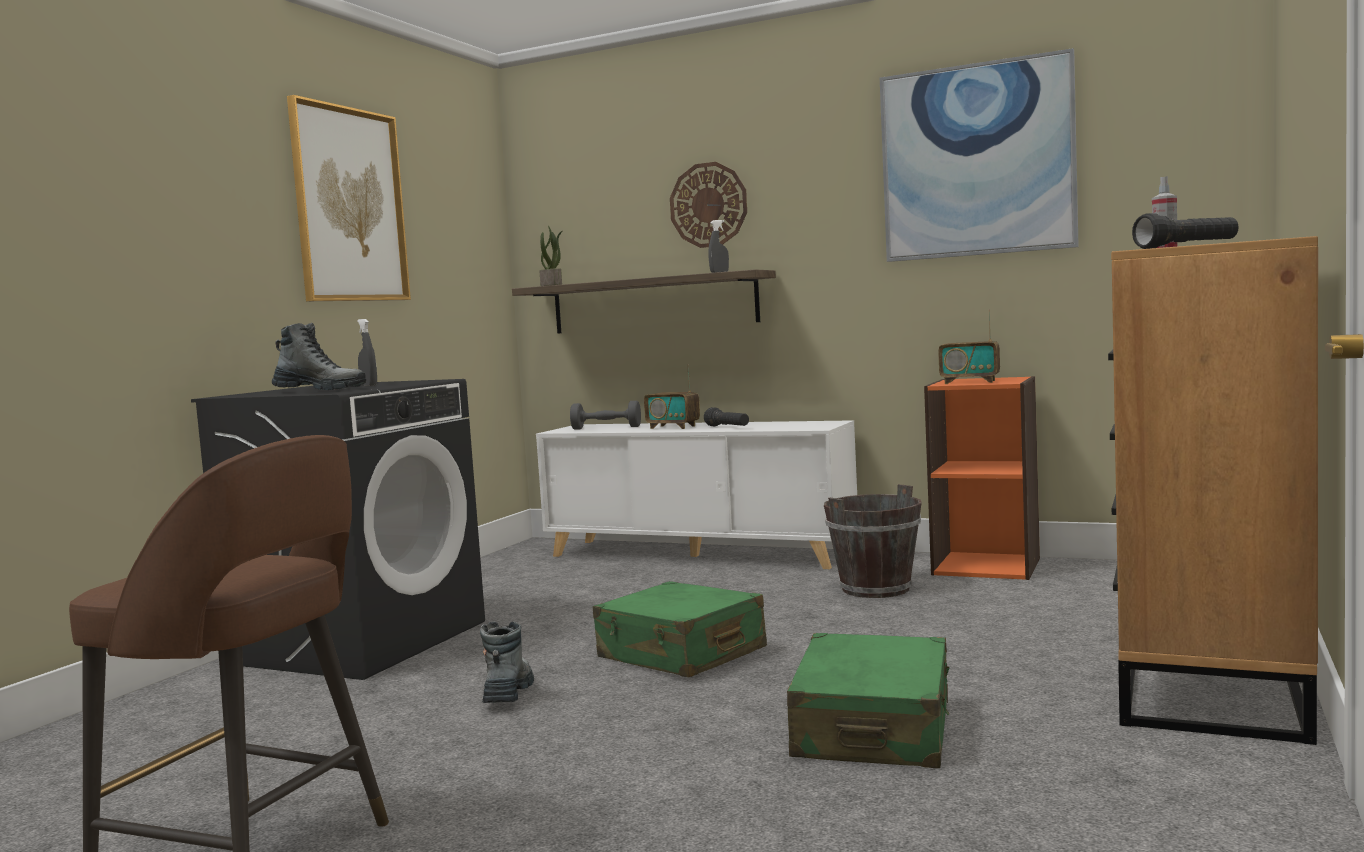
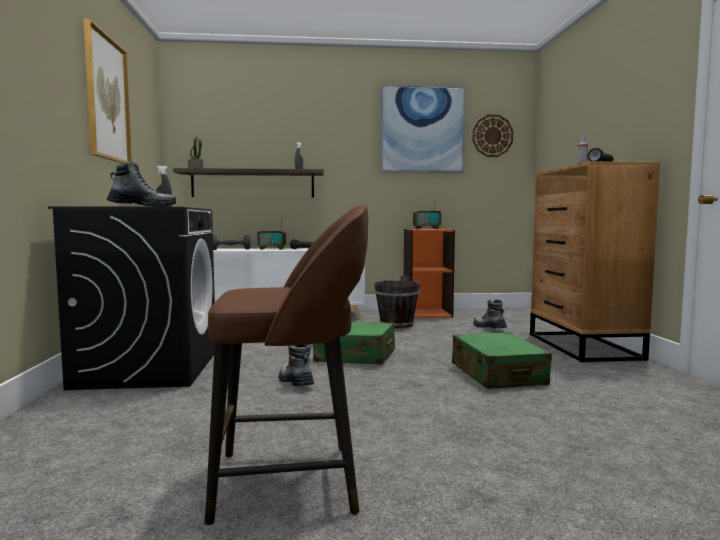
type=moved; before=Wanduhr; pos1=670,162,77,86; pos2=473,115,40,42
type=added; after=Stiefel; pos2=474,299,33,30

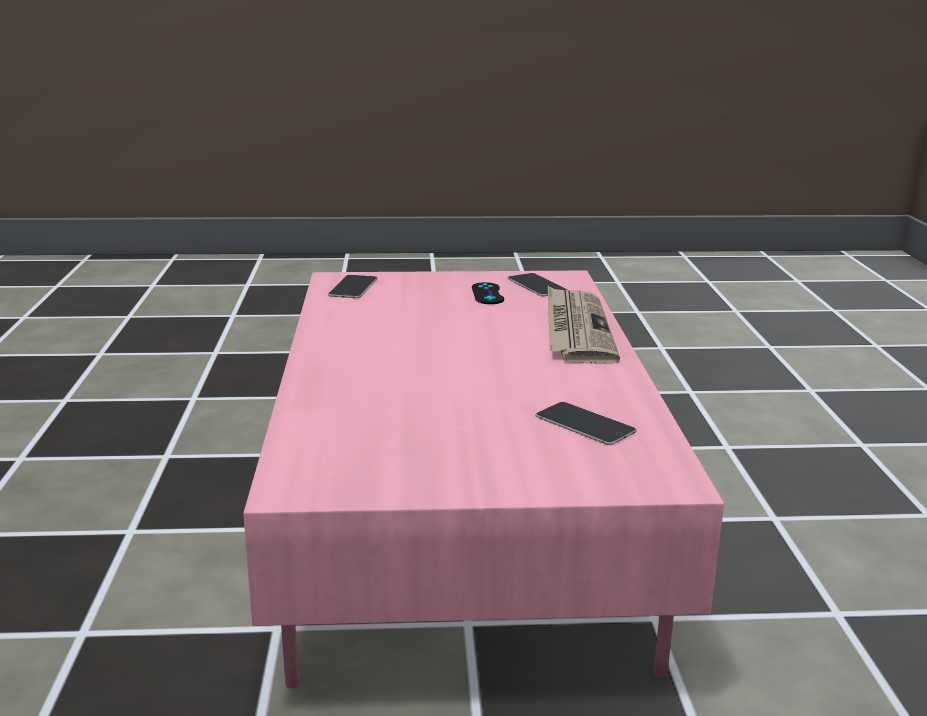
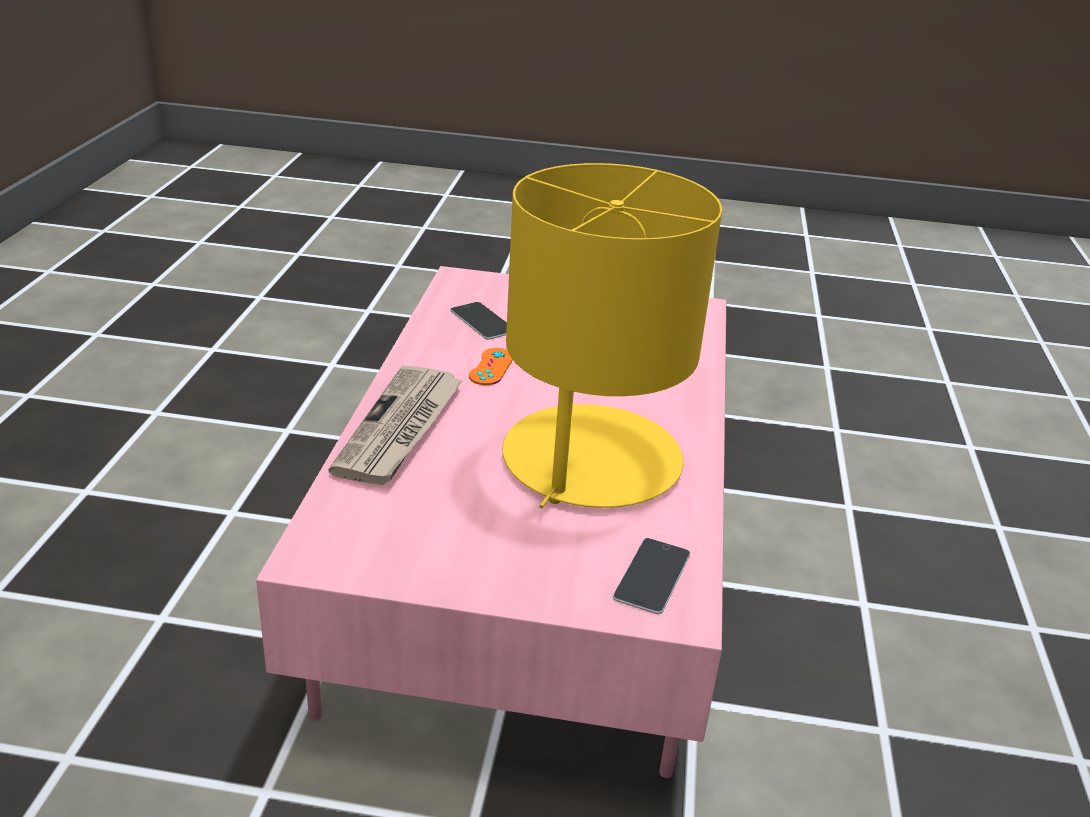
type=removed; before=Handy; pos1=508,273,59,23
type=removed; before=Gamepad (schwarz); pos1=472,282,32,22
type=added; after=Tischlampe (gelb); pos2=502,163,220,346
type=added; after=Gamepad (orange); pos2=469,348,44,37

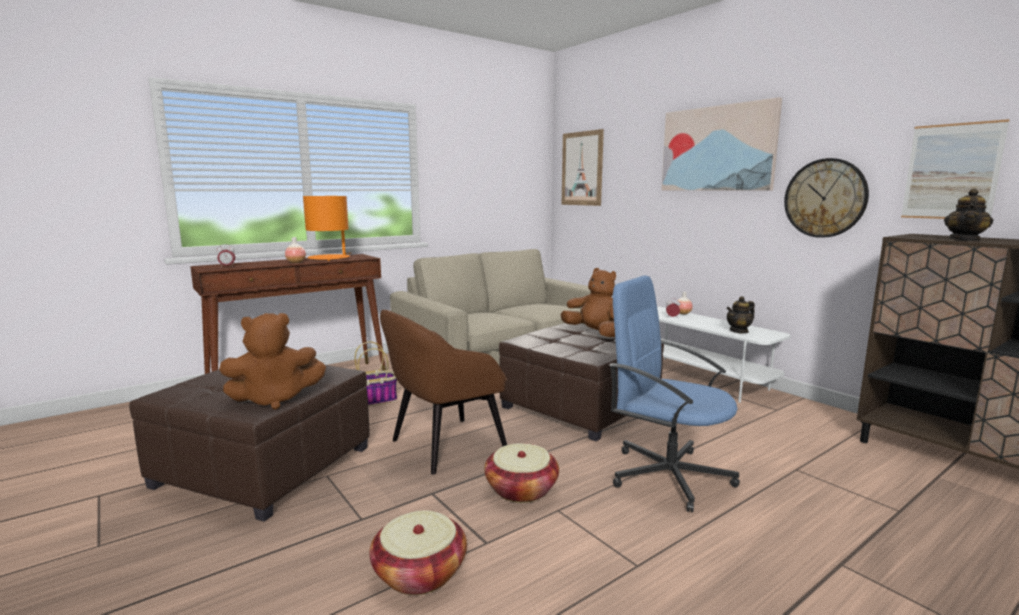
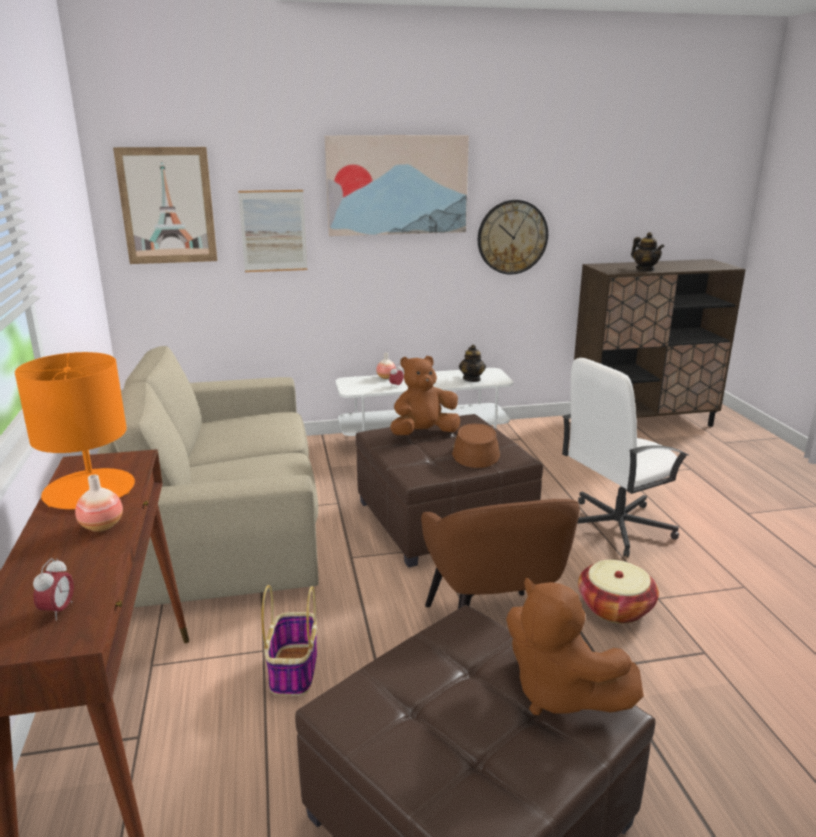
type=moved; before=Bild; pos1=901,119,109,100; pos2=238,190,69,82
type=recoloured; before=Bürostuhl (blau); after=Bürostuhl (weiß); pos1=609,275,131,237; pos2=562,358,127,199
type=turned; before=Plüschtier (braun); pos1=219,313,107,97; pos2=506,577,138,138; turn=135
type=removed; before=Korb; pos1=369,510,98,85
type=added; after=Hut (braun); pos2=452,423,48,45

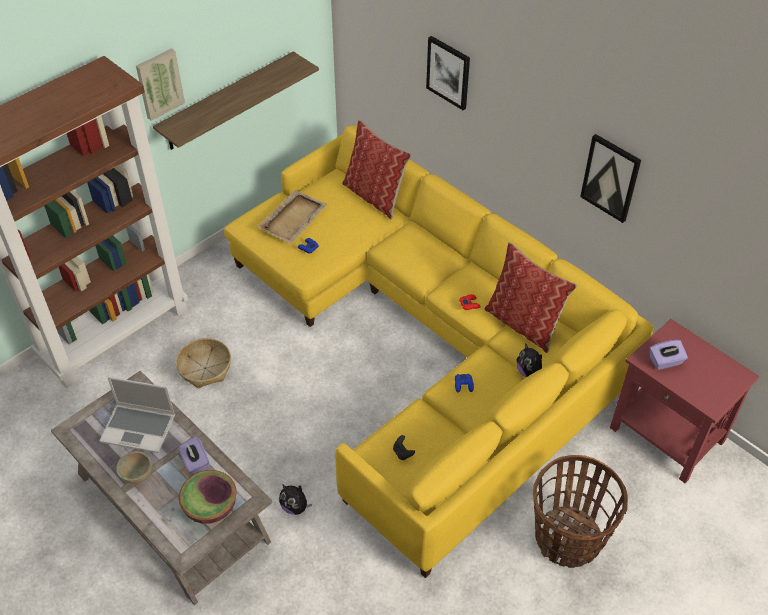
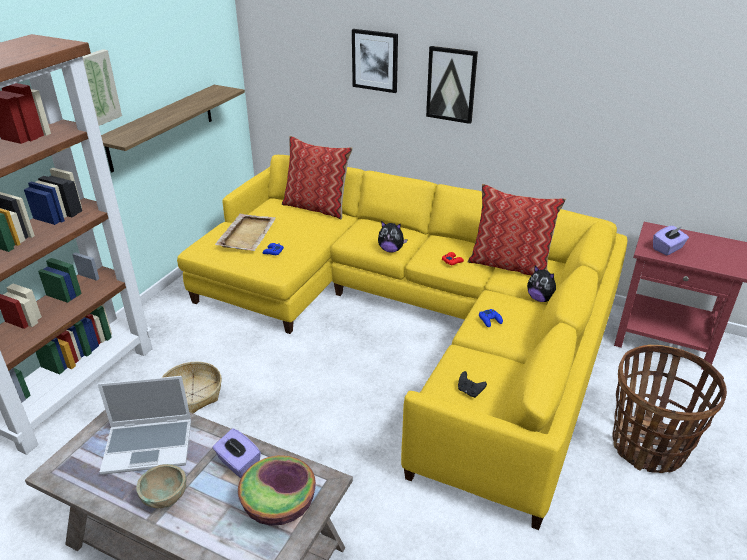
type=moved; before=Bild; pos1=580,134,61,89; pos2=426,46,52,78
type=moved; before=Plüschtier; pos1=279,484,33,31; pos2=378,221,30,32

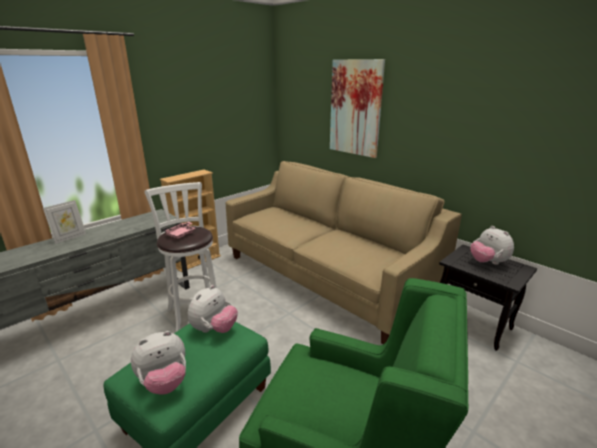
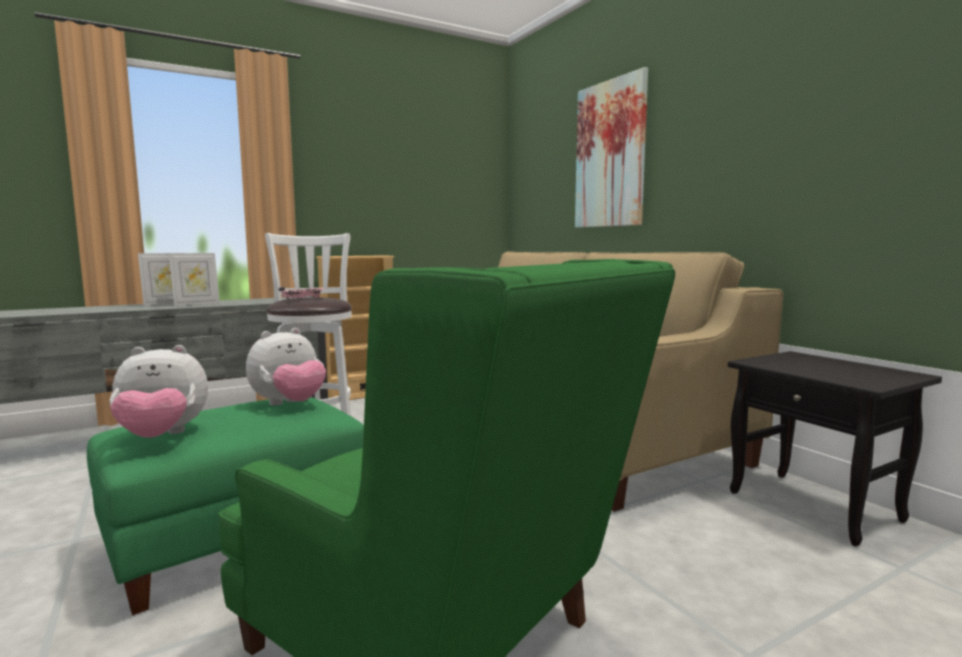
type=removed; before=Plüschtier; pos1=470,226,44,39
type=added; after=Bilderrahmen; pos2=169,253,51,53

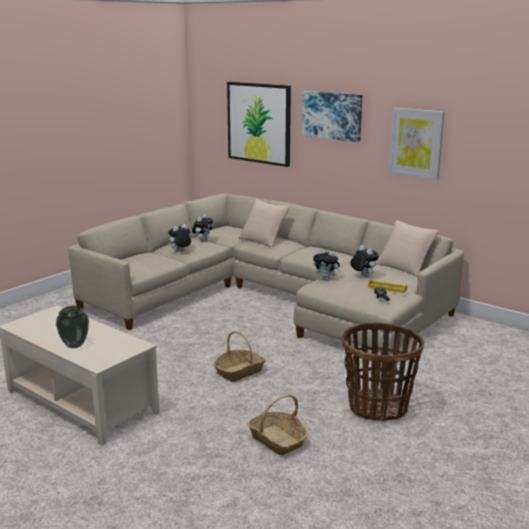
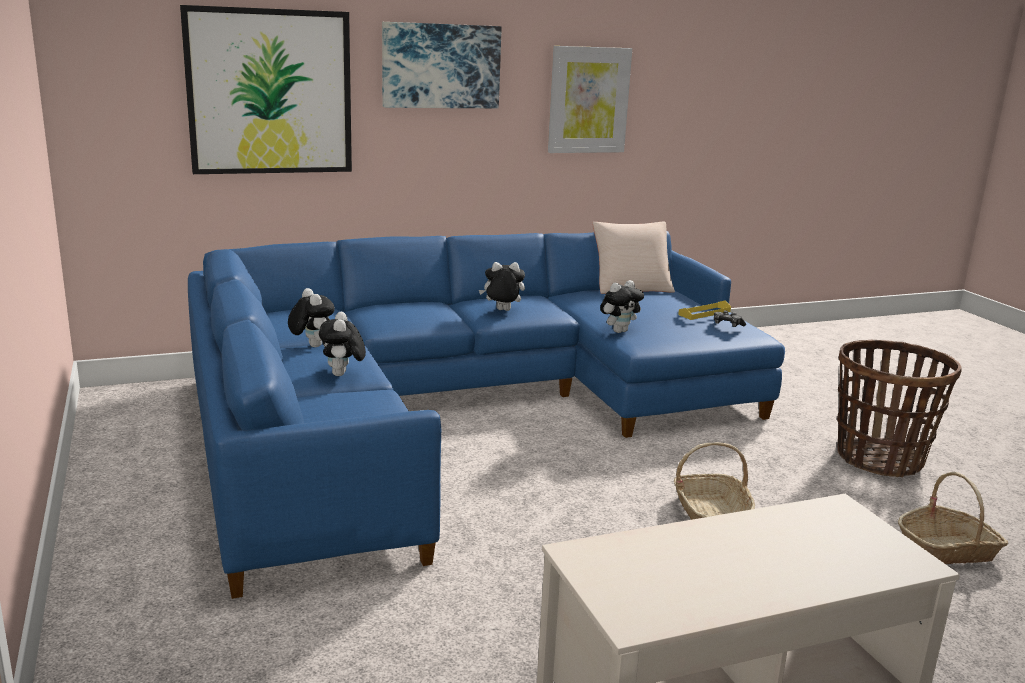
type=recoloured; before=Sofa (beige); after=Sofa (blau); pos1=68,193,396,162; pos2=188,231,597,368
type=removed; before=Kissen (beige); pos1=239,199,51,49
type=moved; before=Plüschtier; pos1=350,245,29,32; pos2=479,262,46,49
type=removed; before=Vase; pos1=56,306,33,42

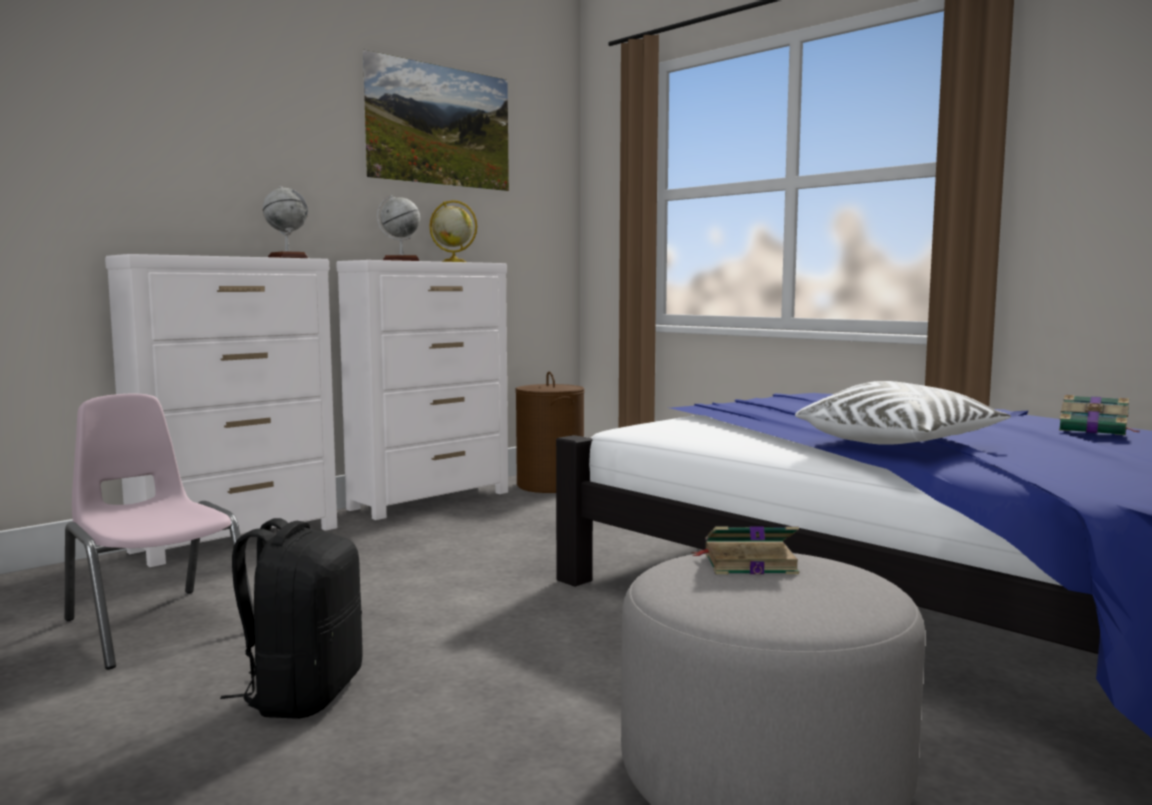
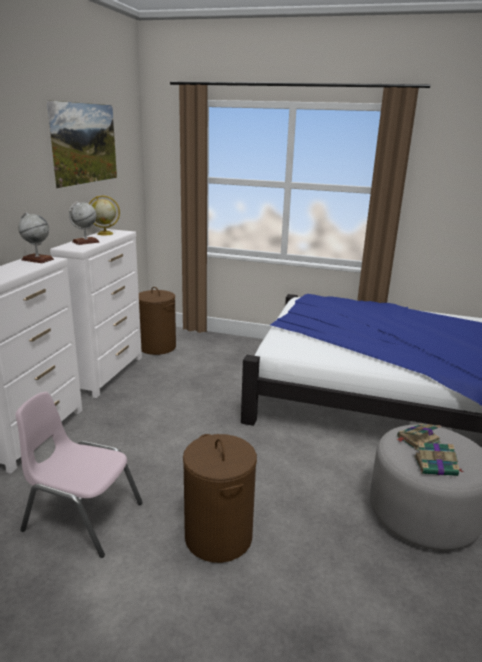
type=removed; before=Kissen (weiß); pos1=795,381,216,64
type=moved; before=Buch; pos1=1059,395,79,40; pos2=414,442,50,34
type=replaced; before=Rucksack (schwarz); after=Wäschekorb (braun); pos1=220,518,143,201; pos2=183,434,74,129

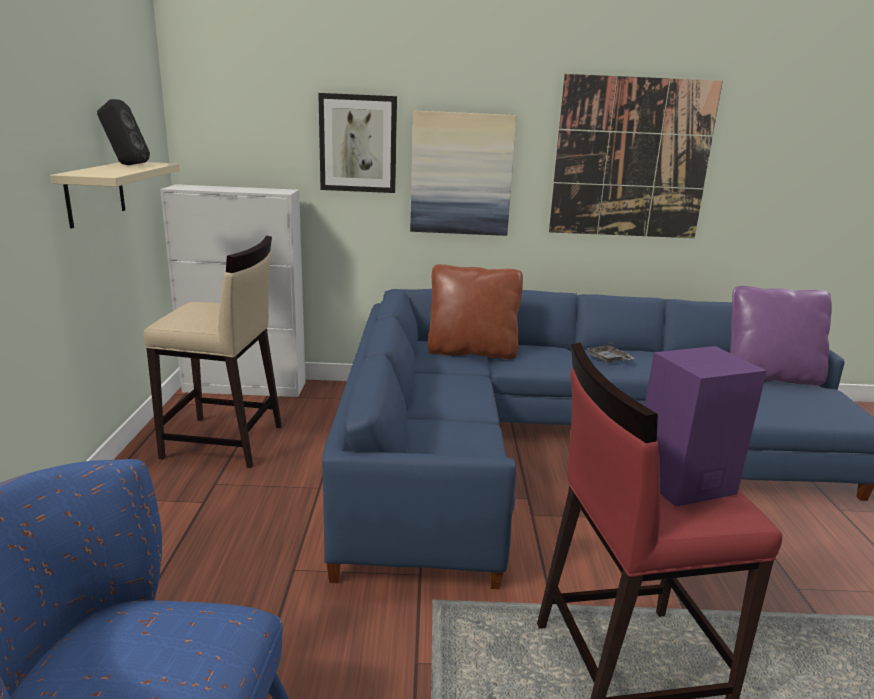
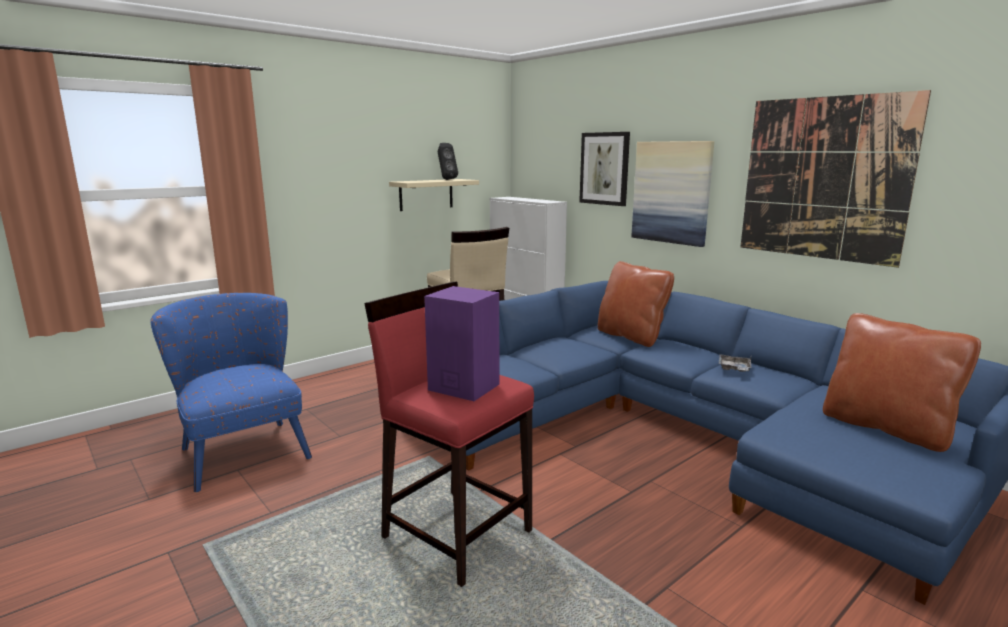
type=recoloured; before=Kissen (lila); after=Kissen (braun); pos1=730,286,102,99; pos2=823,313,158,139

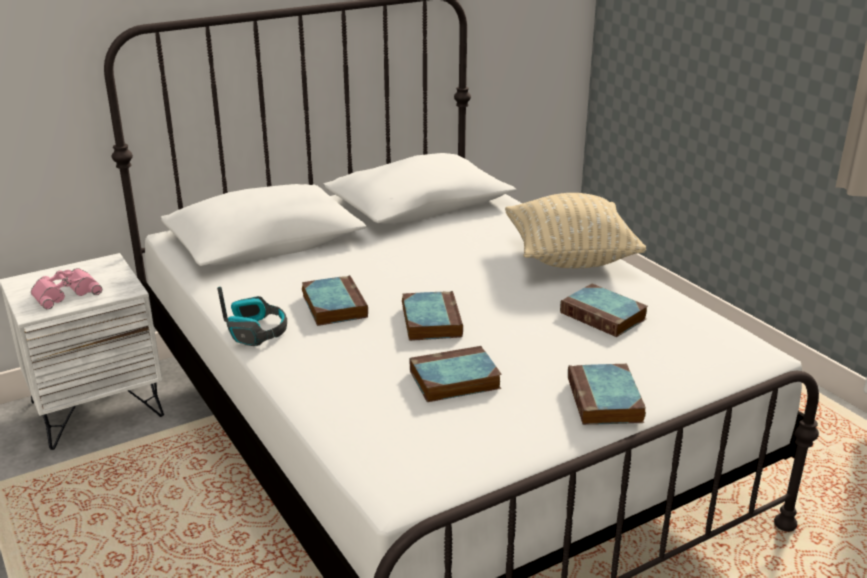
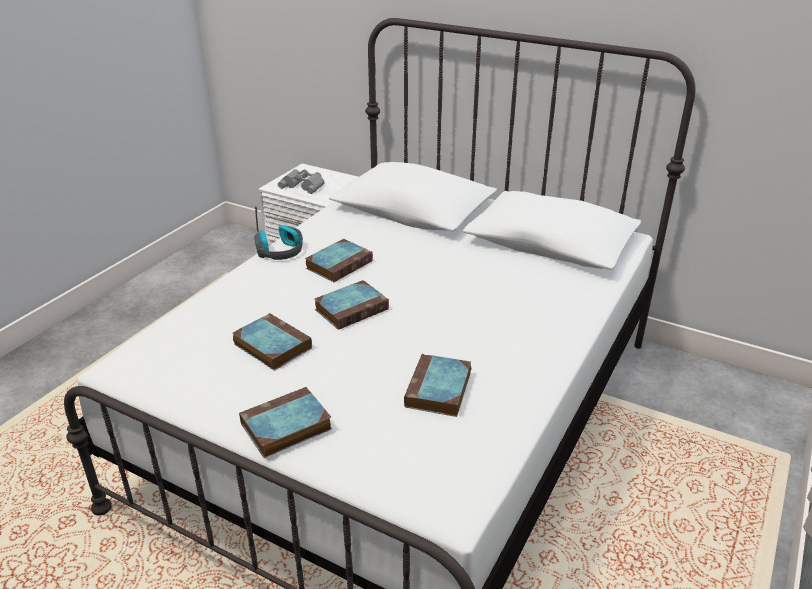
type=removed; before=Kissen (beige); pos1=505,193,141,75
type=recoloured; before=Fernglas (rosa); after=Fernglas (grau); pos1=31,268,71,41; pos2=278,169,47,25

